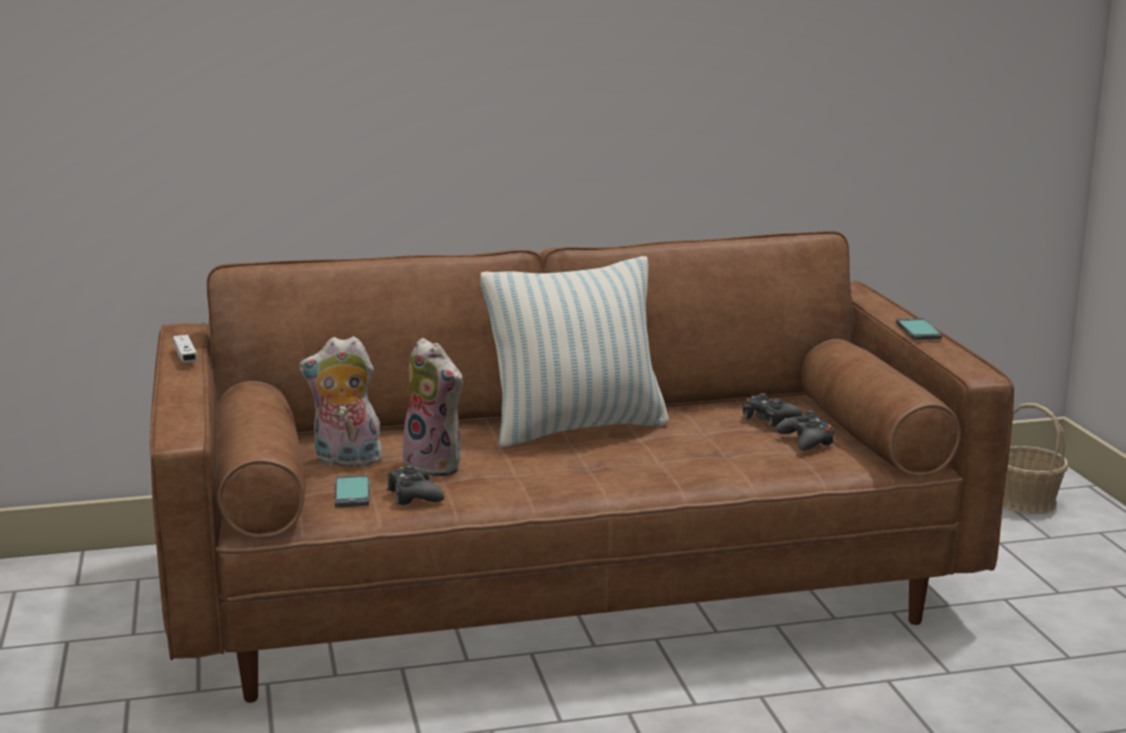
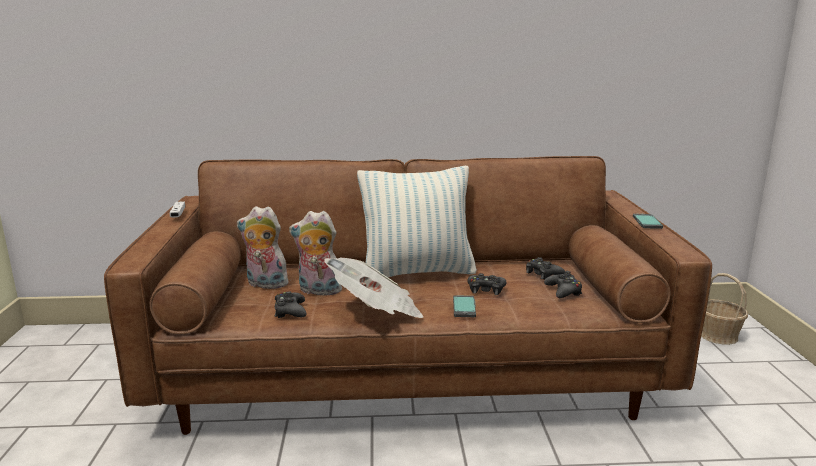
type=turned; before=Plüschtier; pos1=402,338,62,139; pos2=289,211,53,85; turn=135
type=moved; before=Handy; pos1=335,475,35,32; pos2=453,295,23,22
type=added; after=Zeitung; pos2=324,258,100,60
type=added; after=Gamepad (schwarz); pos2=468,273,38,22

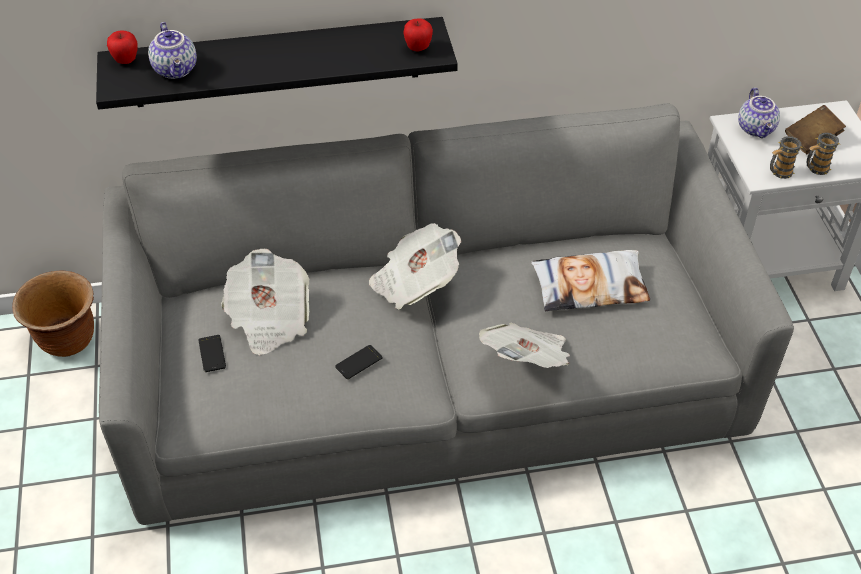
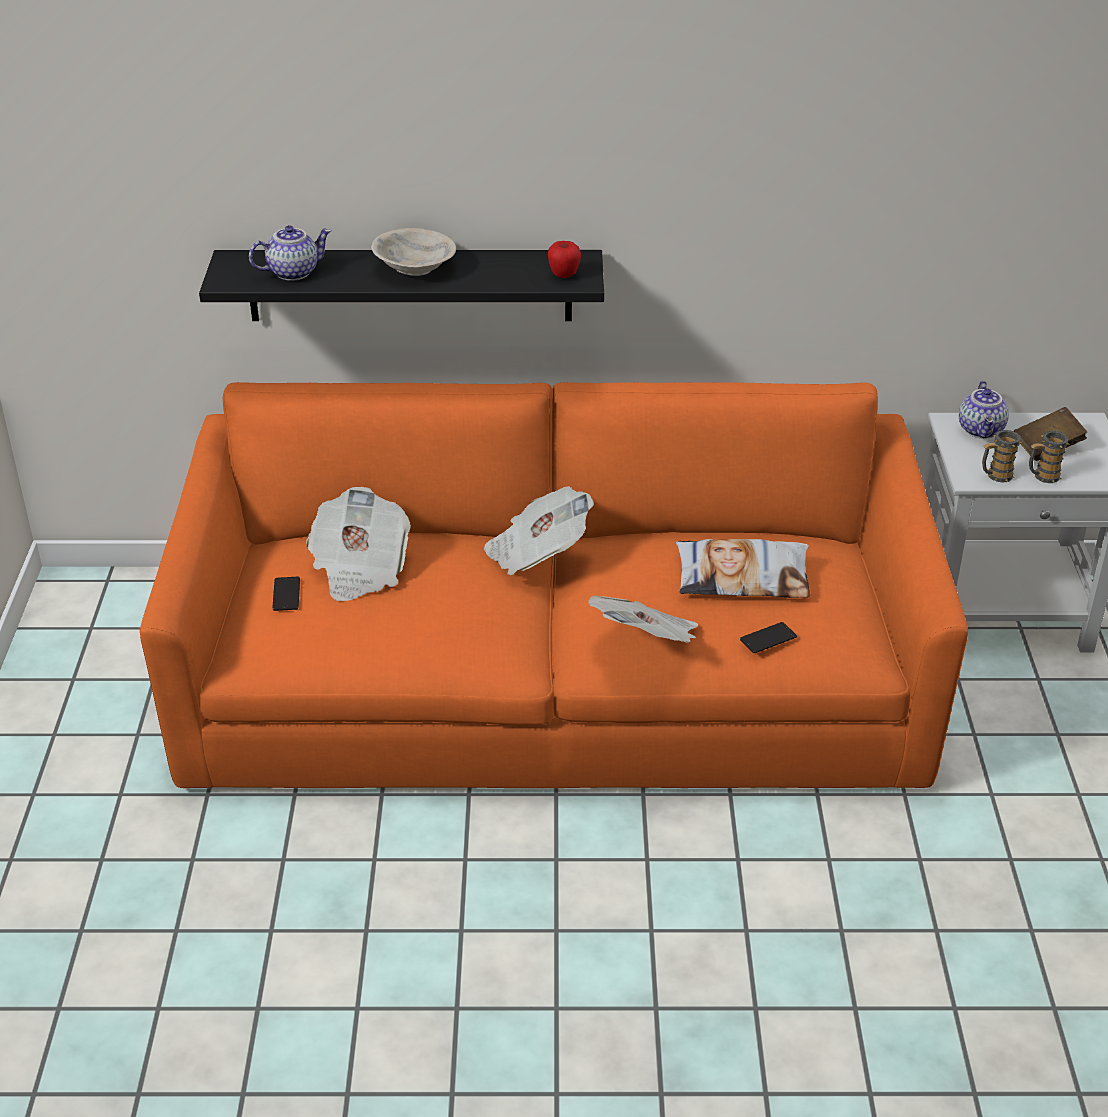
type=turned; before=Teekanne; pos1=148,22,49,57; pos2=249,225,82,56; turn=-105
type=removed; before=Apfel; pos1=107,30,31,34
type=recoloured; before=Sofa (grau); after=Sofa (orange); pos1=99,103,695,422; pos2=140,382,828,406
type=removed; before=Pflanzkübel (braun); pos1=12,271,82,86
type=moved; before=Handy; pos1=335,345,48,34; pos2=740,622,57,31
type=added; after=Schüssel (beige); pos2=371,228,85,48

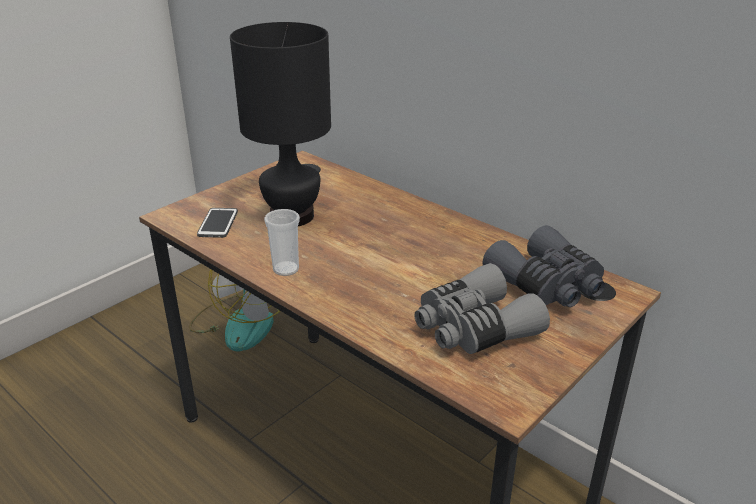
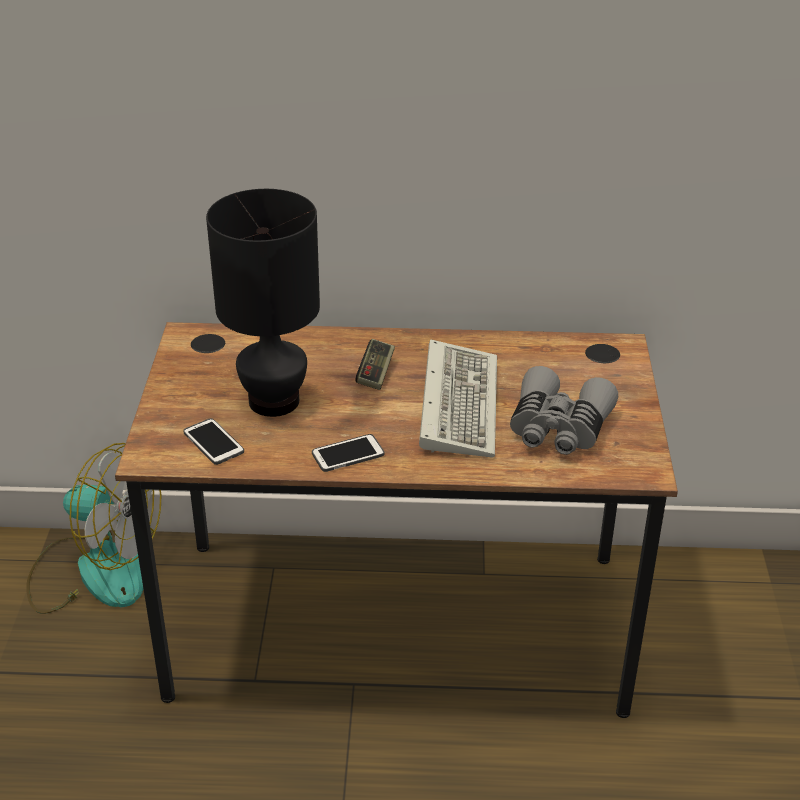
type=replaced; before=Tasse; after=Handy; pos1=264,209,36,67; pos2=312,434,73,38
type=removed; before=Fernglas (grau); pos1=483,225,122,82
type=added; after=Gamepad; pos2=356,339,39,51
type=added; after=Tastatur; pos2=419,339,78,119

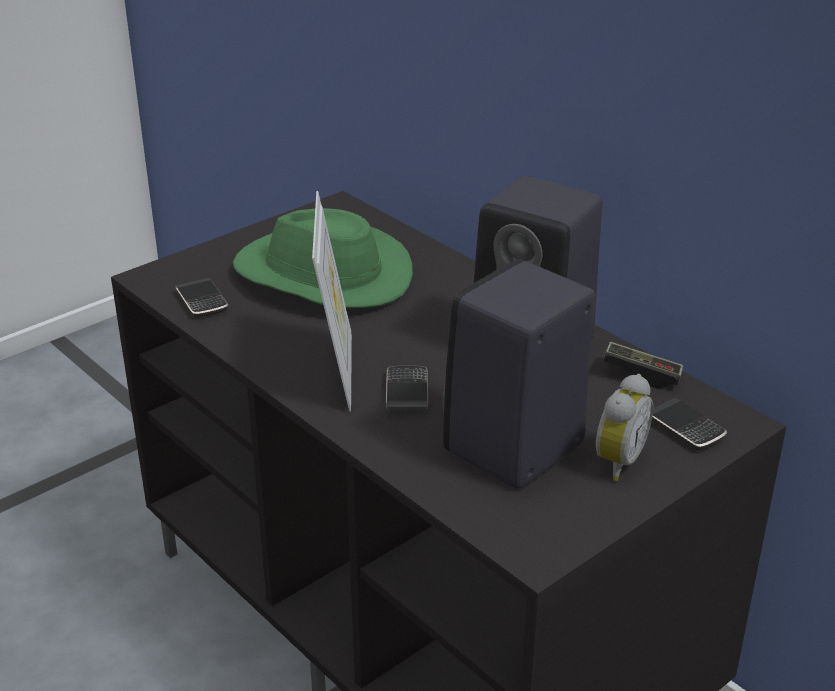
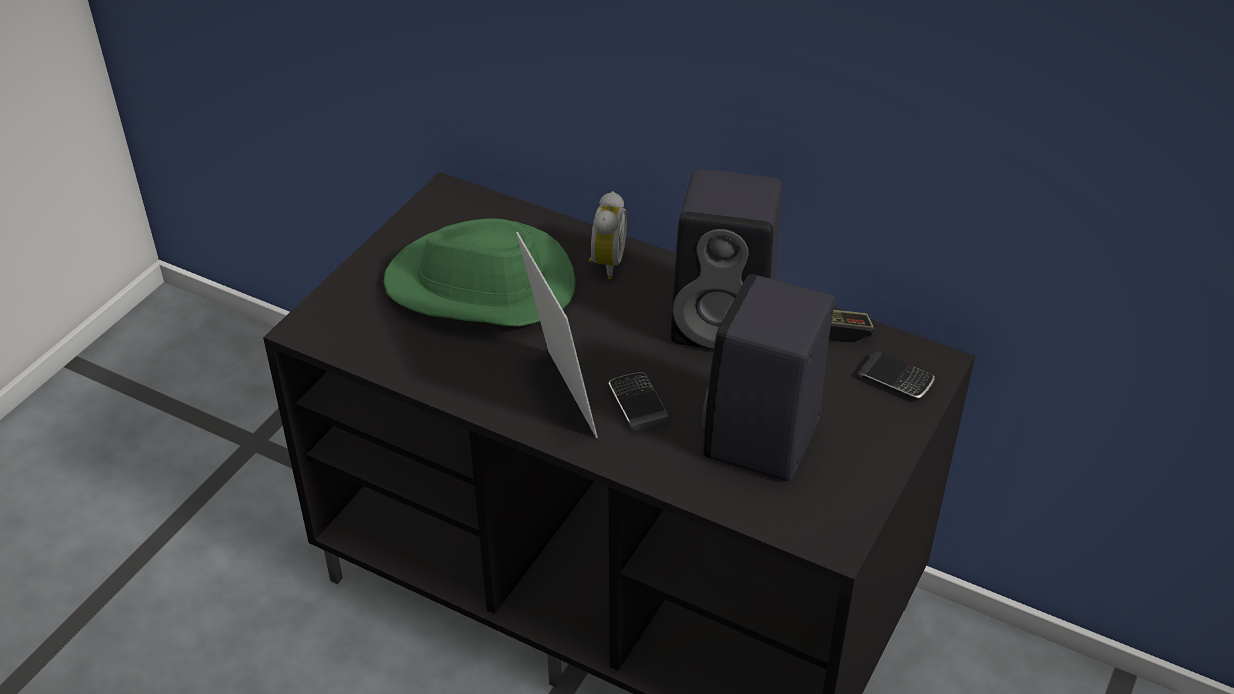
type=removed; before=Handy; pos1=175,278,53,40
type=moved; before=Wecker; pos1=596,374,57,107; pos2=589,191,38,88

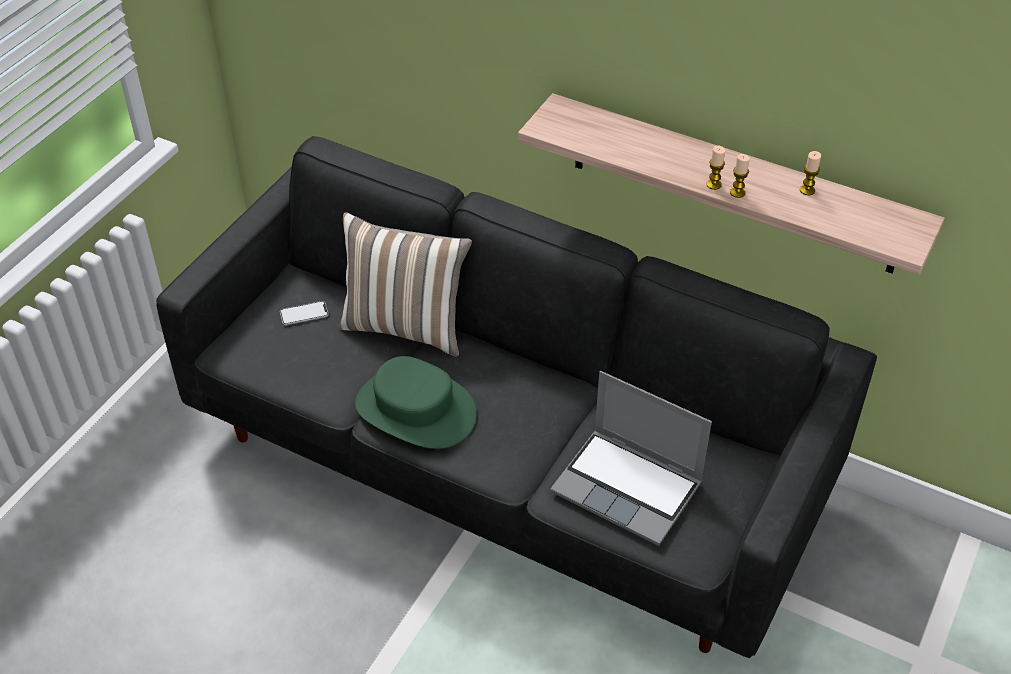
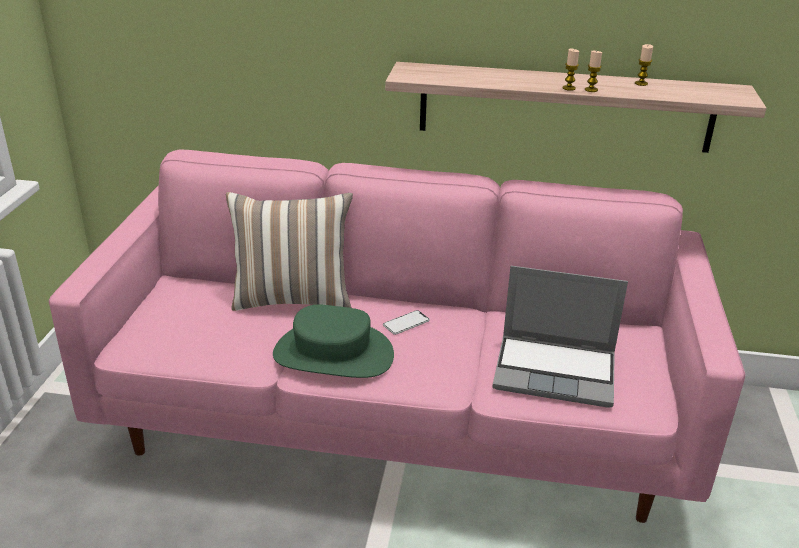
type=recoloured; before=Sofa (schwarz); after=Sofa (rosa); pos1=156,136,721,522; pos2=49,150,696,373
type=moved; before=Handy; pos1=280,301,49,24; pos2=383,310,47,25

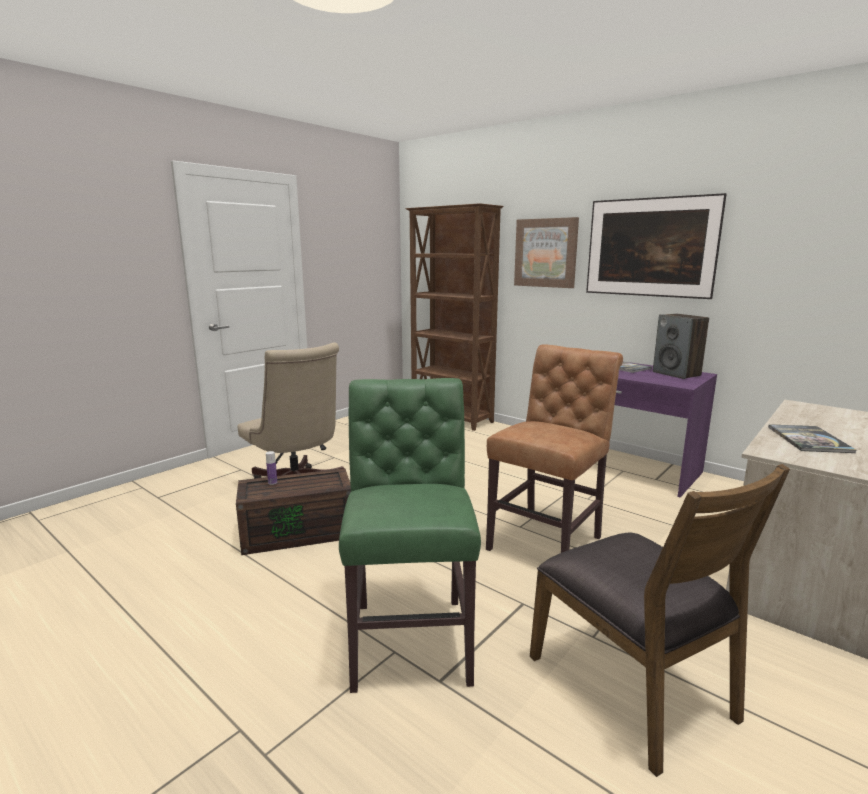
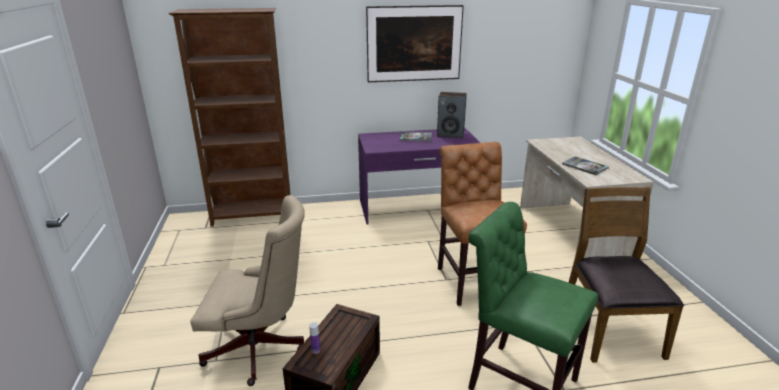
type=removed; before=Bild; pos1=514,217,65,71
type=turned; before=Stuhl (braun); pos1=530,464,260,313; pos2=568,187,116,176; turn=-105

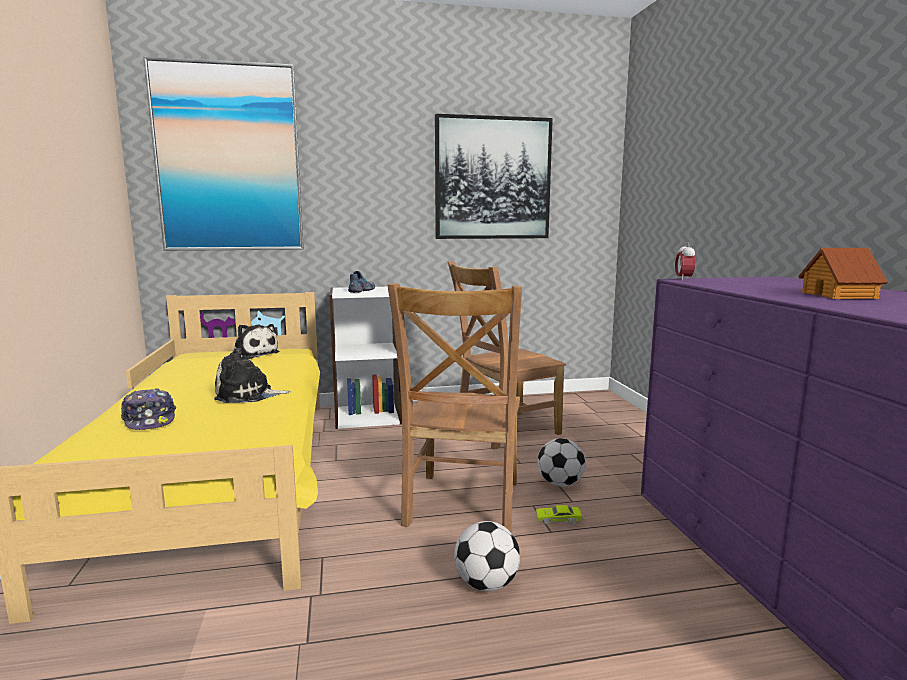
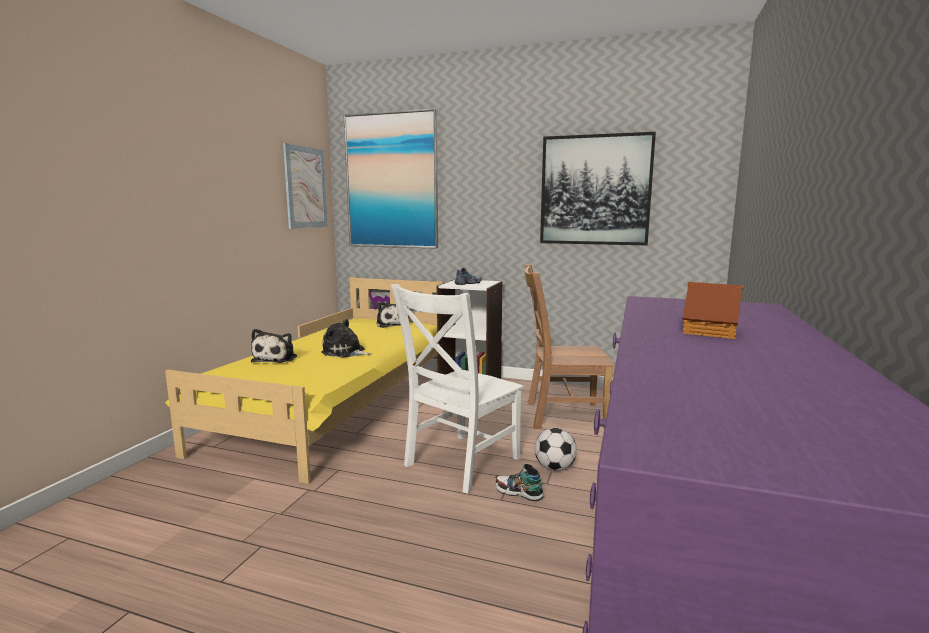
type=removed; before=Wecker; pos1=675,242,20,38
type=recoloured; before=Stuhl (braun); after=Stuhl (weiß); pos1=387,283,135,249; pos2=391,284,132,210
type=replaced; before=Kappe; after=Plüschtier; pos1=121,388,55,42; pos2=251,329,46,34
type=replaced; before=Spielzeugauto (grün); after=Schuh; pos1=536,505,47,20; pos2=495,464,49,37
type=removed; before=Fußball; pos1=454,521,66,70
type=added; after=Bild; pos2=283,143,45,86

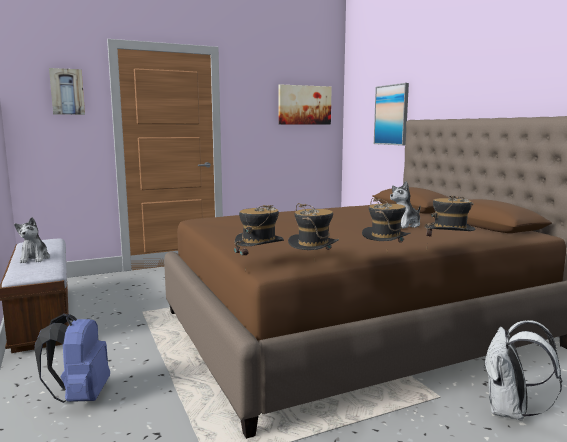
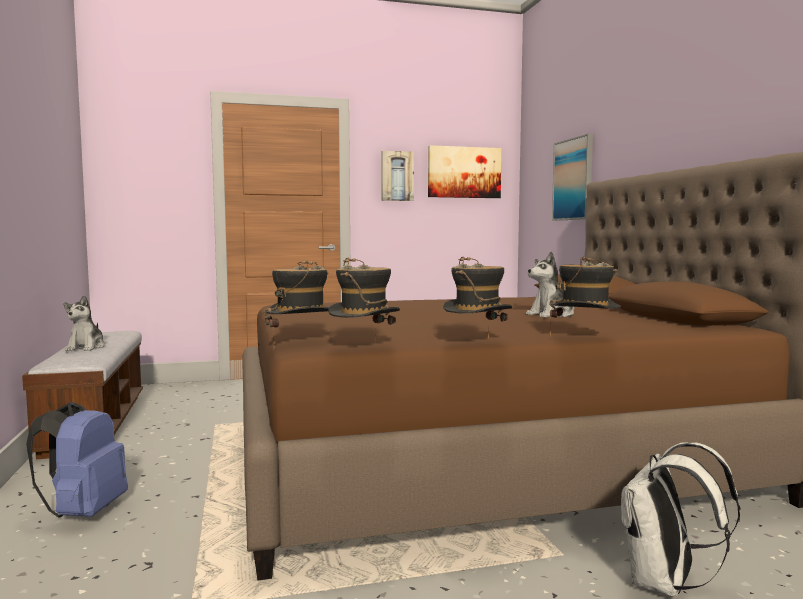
type=moved; before=Bild; pos1=49,68,36,47; pos2=381,151,33,50

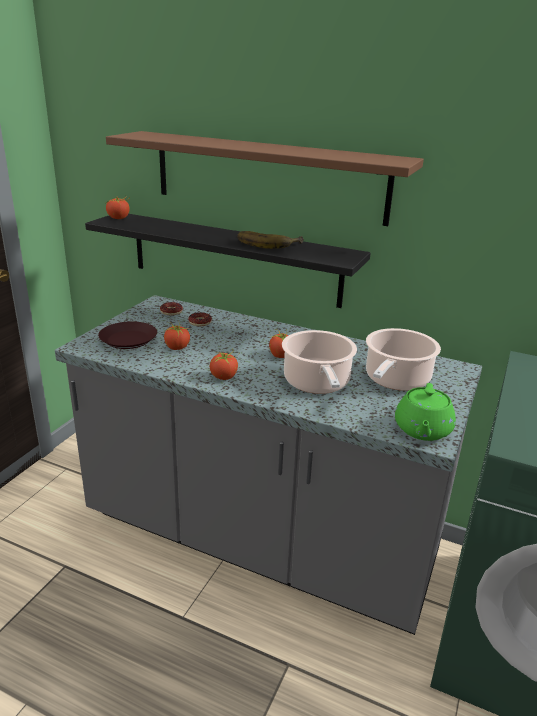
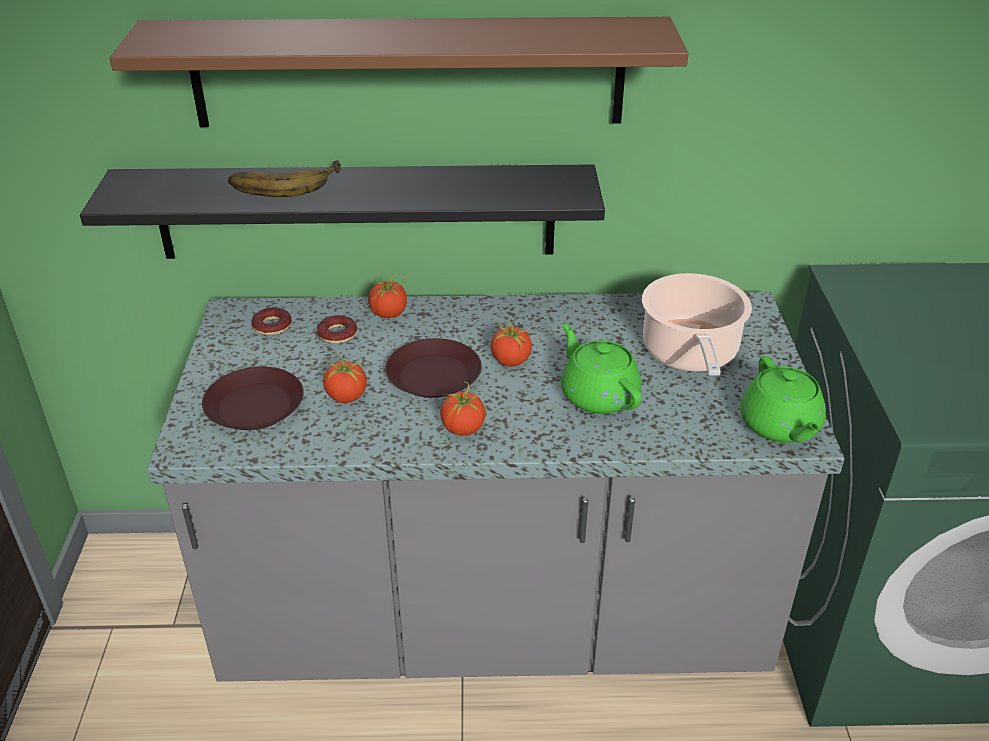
type=moved; before=Tomate; pos1=106,197,23,22; pos2=368,273,39,45
type=moved; before=Banane; pos1=237,231,67,18; pos2=228,160,113,37
type=replaced; before=Kochtopf; after=Teekanne (grün); pos1=282,330,75,64; pos2=561,324,81,90
type=added; after=Teller (braun); pos2=385,338,96,60

